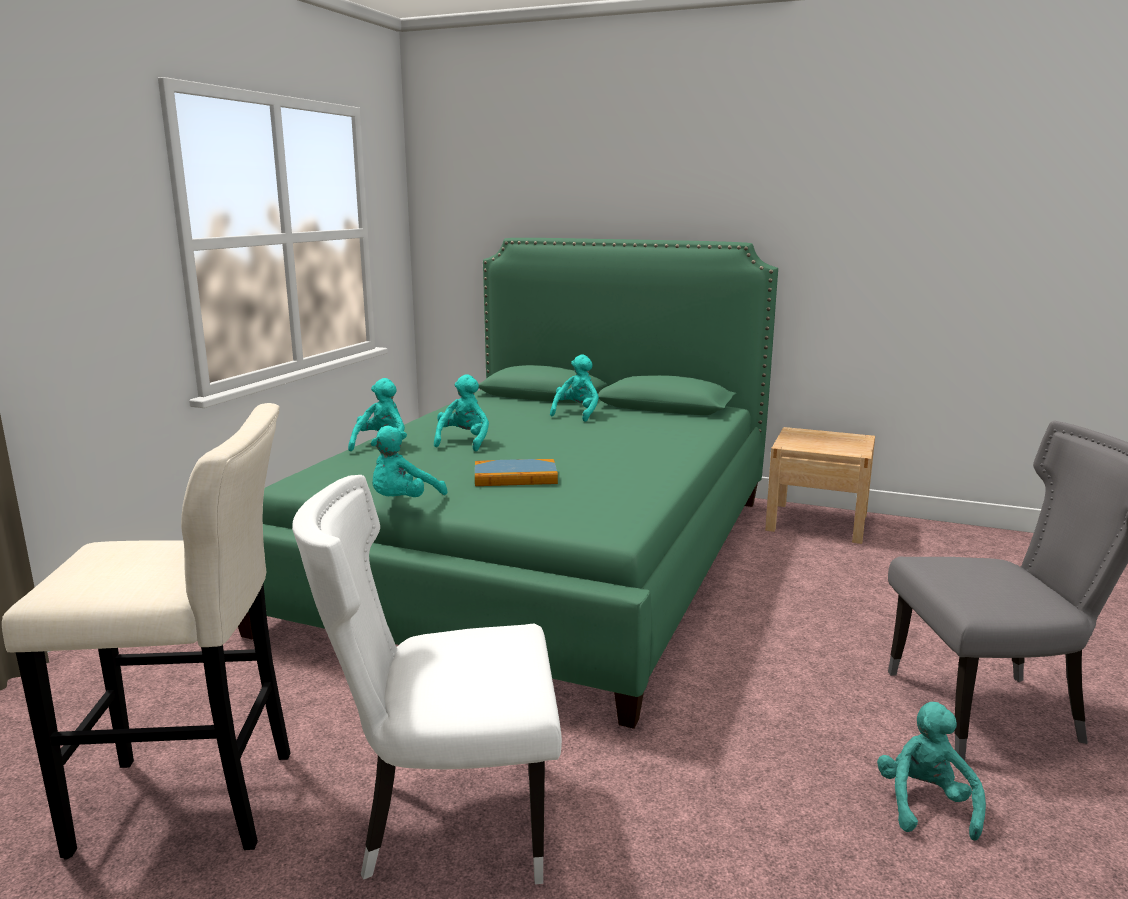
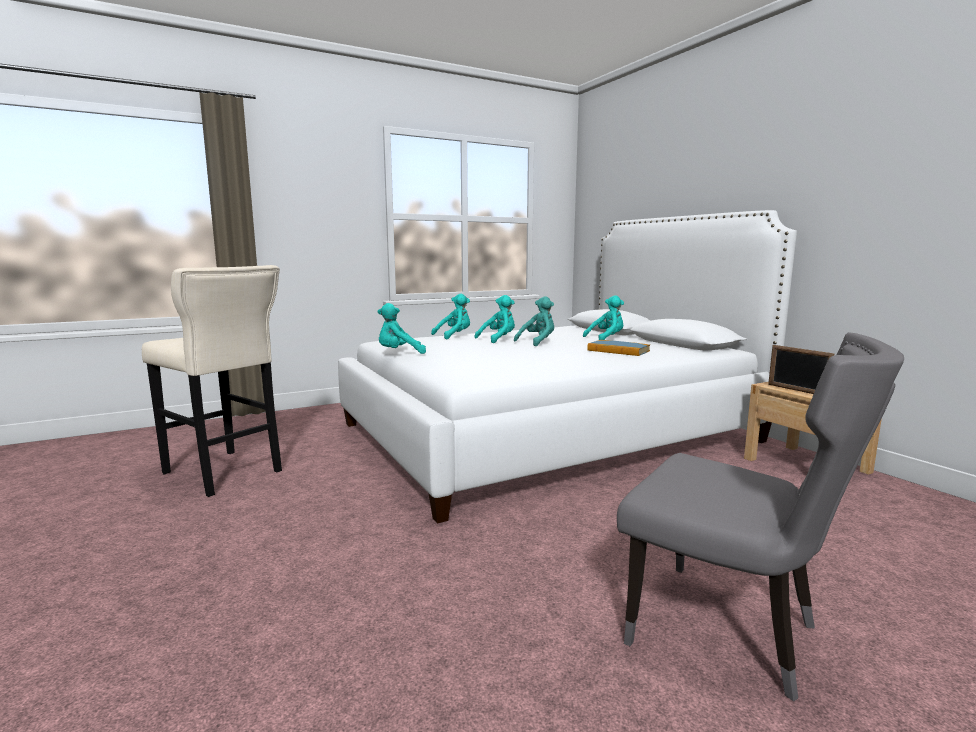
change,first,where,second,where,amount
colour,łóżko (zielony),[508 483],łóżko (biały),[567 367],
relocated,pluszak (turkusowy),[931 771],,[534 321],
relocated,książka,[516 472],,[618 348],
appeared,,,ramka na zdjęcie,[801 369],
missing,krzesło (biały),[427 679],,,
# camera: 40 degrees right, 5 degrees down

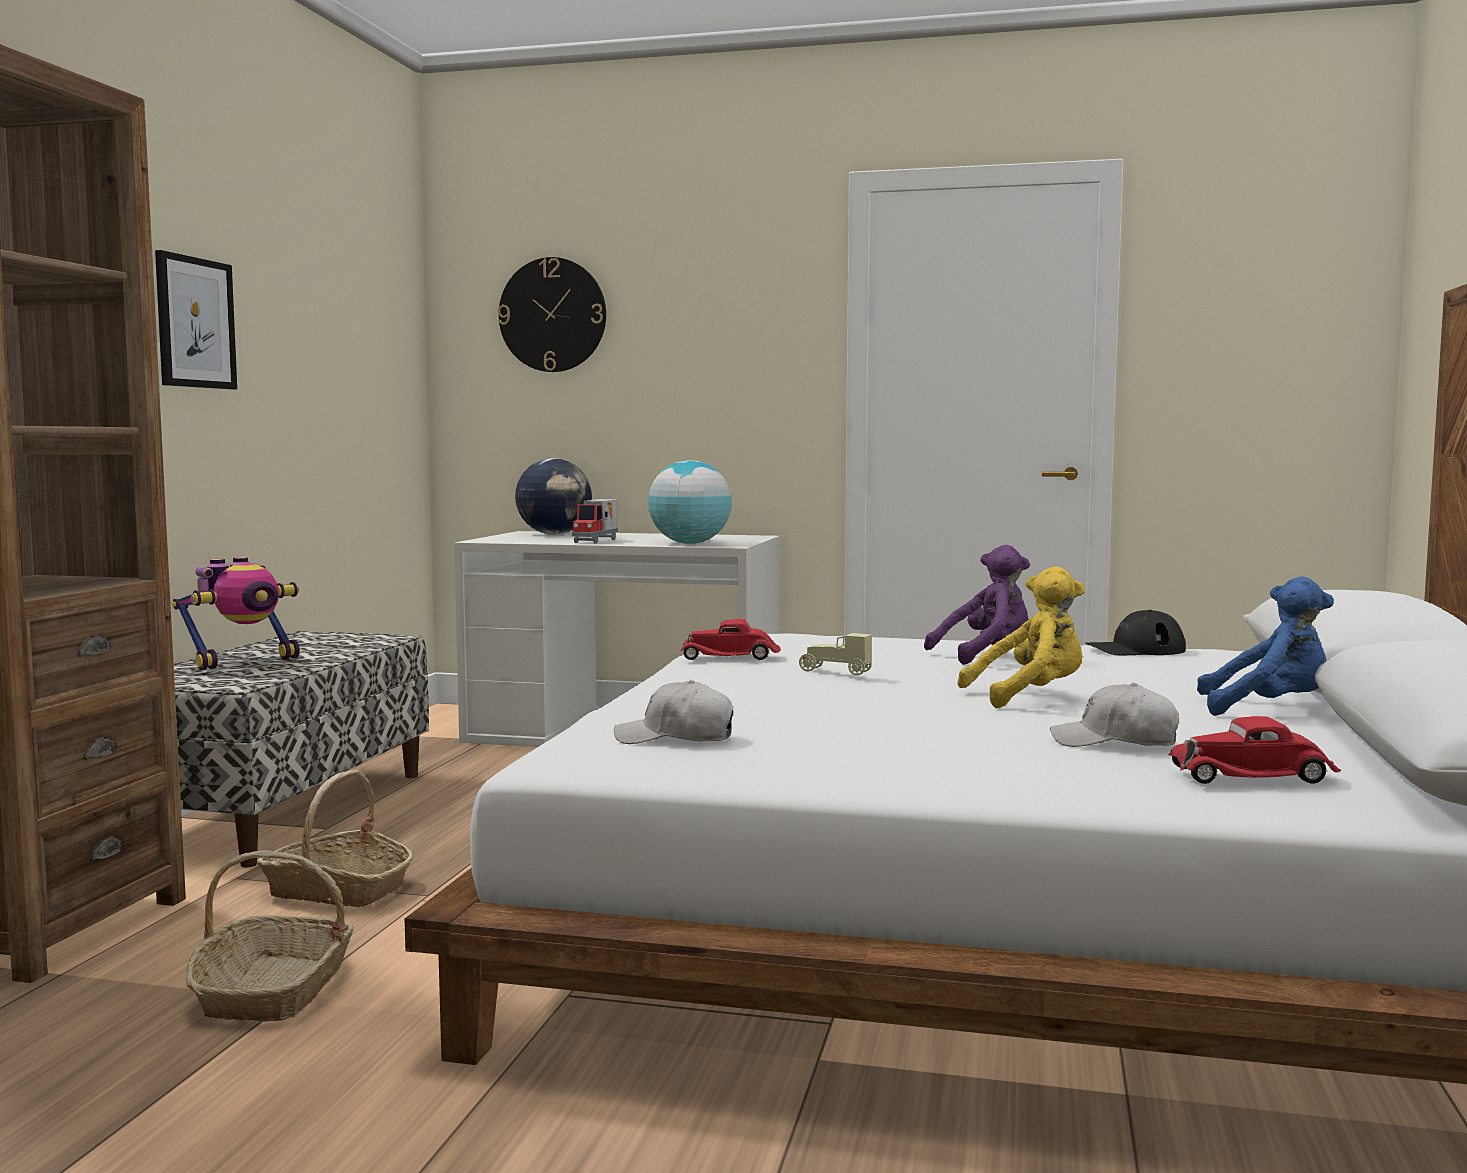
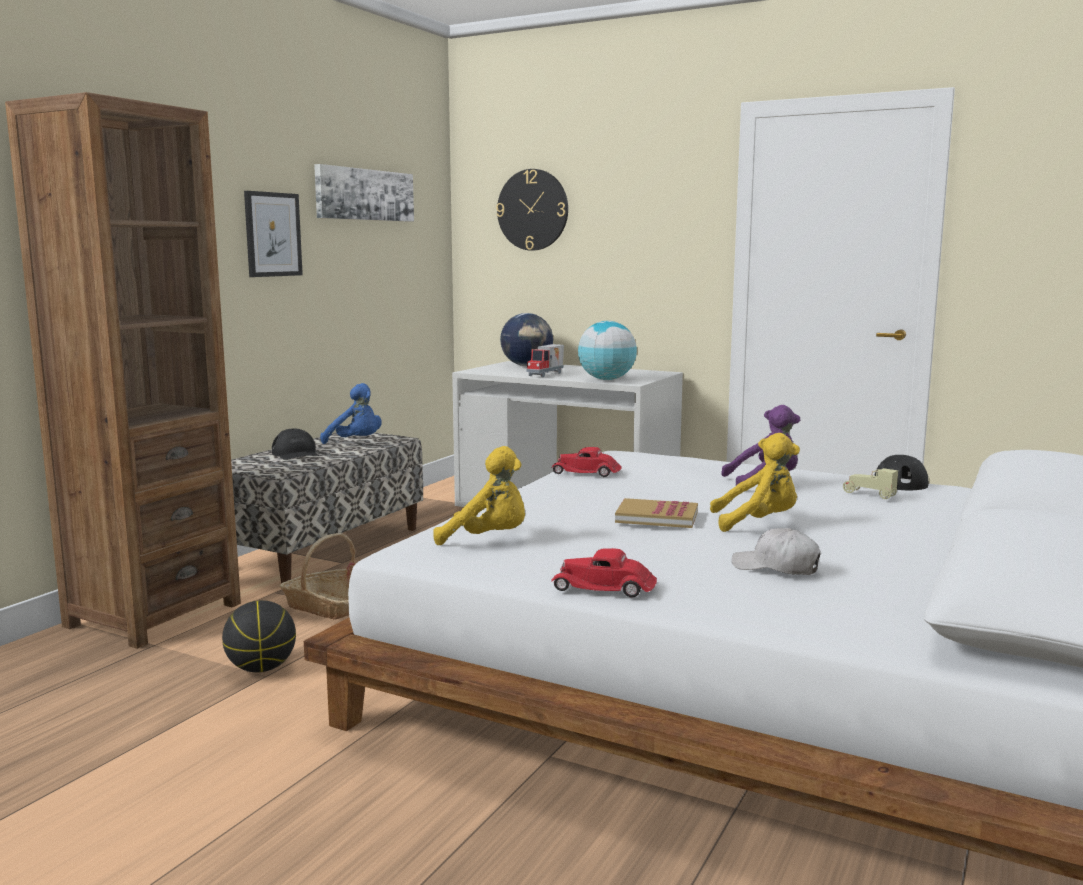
change,first,where,second,where,amount
exchanged,koszyk,[270 936],piłka do koszykówki,[259 636],
exchanged,robot zabawkowy,[236 613],czapka z daszkiem (czarny),[296 444],
appeared,,,obraz,[364 193],
relocated,pluszak (niebieski),[1265 646],,[351 413],
exchanged,czapka z daszkiem (biały),[673 712],pluszak (żółty),[479 495],
relocated,samochodzik (czerwony),[1254 750],,[604 573],
appeared,,,książka,[656 513],
relocated,samochodzik (beżowy),[835 654],,[870 483],
# camera: 15 degrees right, 5 degrees up

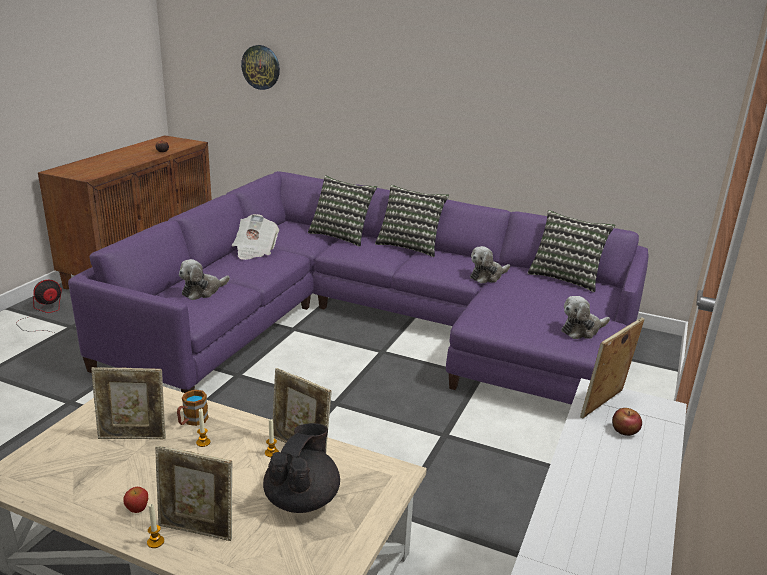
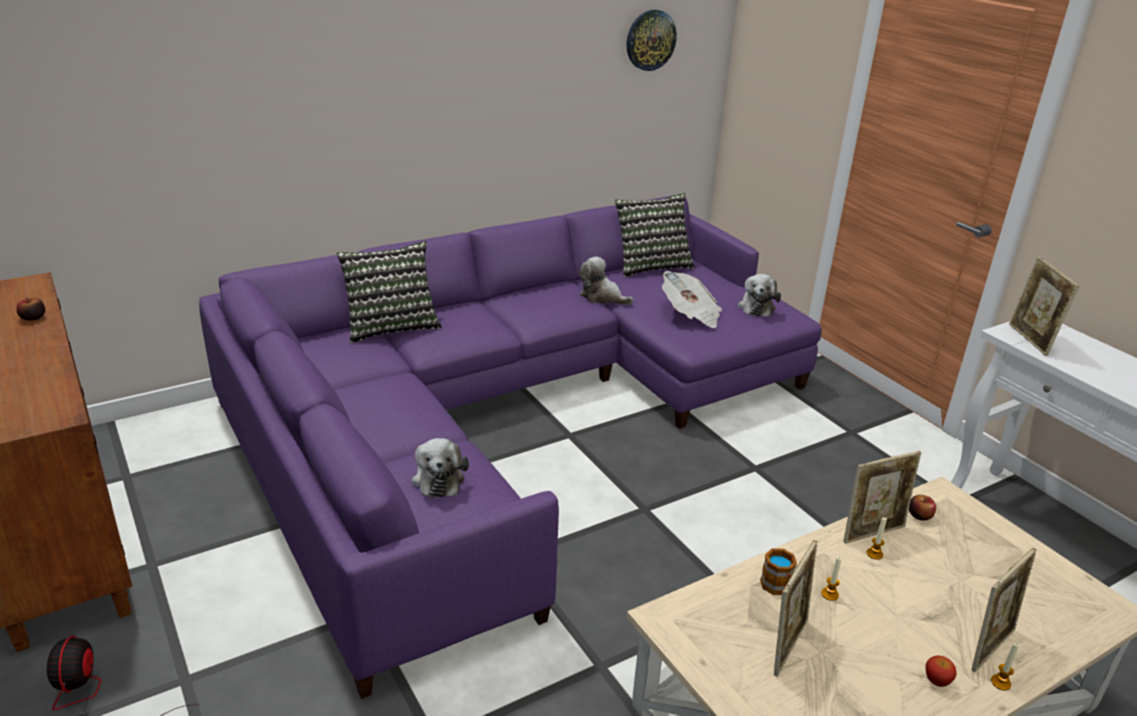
change,first,where,second,where,amount
spun,pluszak,[490 264],,[606 281],120 degrees clockwise
relocated,zegar ścienny,[260 67],,[652 40],
relocated,gazeta,[255 237],,[692 299],
relocated,jabłko,[627 422],,[922 508],
missing,imbryk (czarny),[301 468],,,
missing,poduszka,[412 221],,,
# camera: 55 degrees left, 5 degrees up

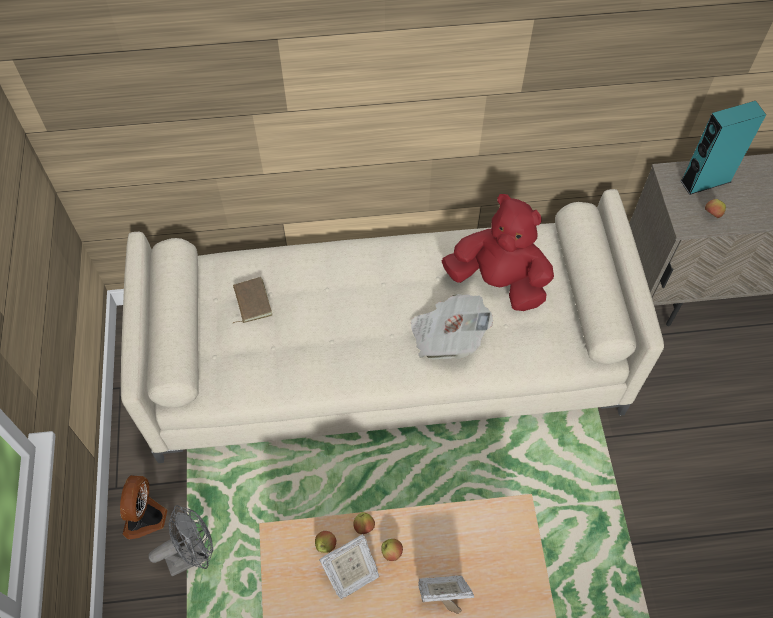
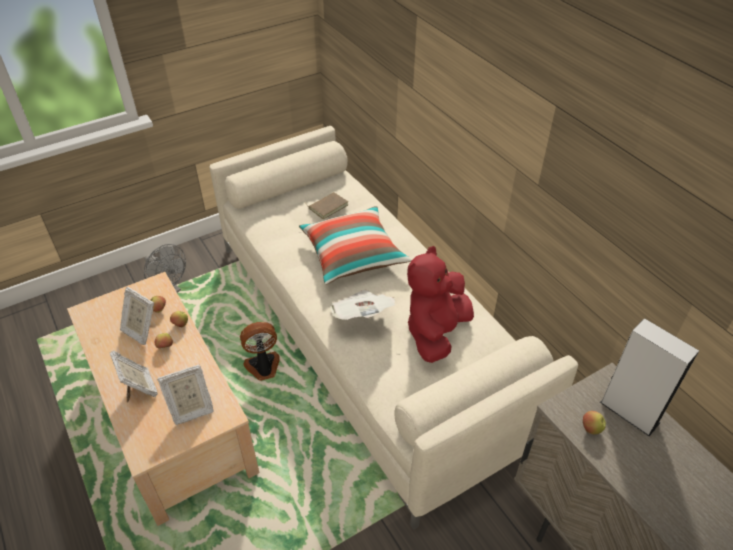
change,first,where,second,where,amount
appeared,,,ramka na zdjęcie,[185 395],
relocated,wentylator,[143 507],,[260 351],
appeared,,,poduszka,[355 245],
spun,pluszak (czerwony),[498 252],,[440 304],150 degrees counterclockwise
colour,głośnik (turkusowy),[723 148],głośnik (szary),[649 377],
# camera: 65 degrees right, 15 degrees down

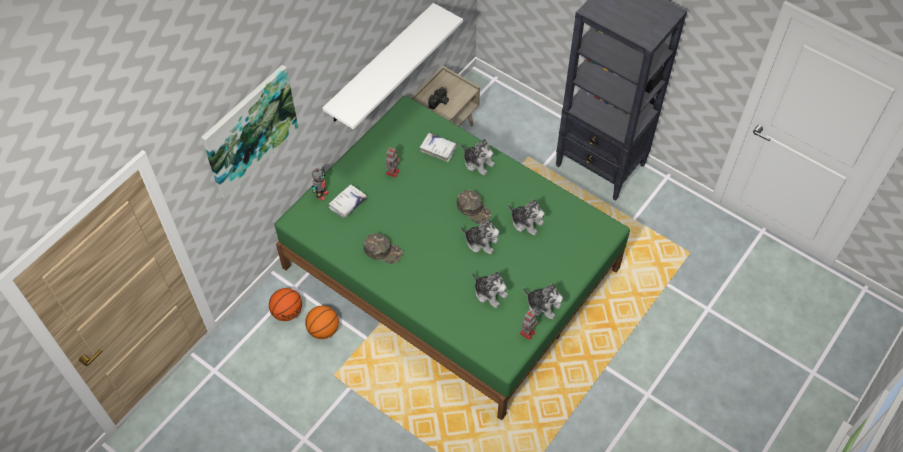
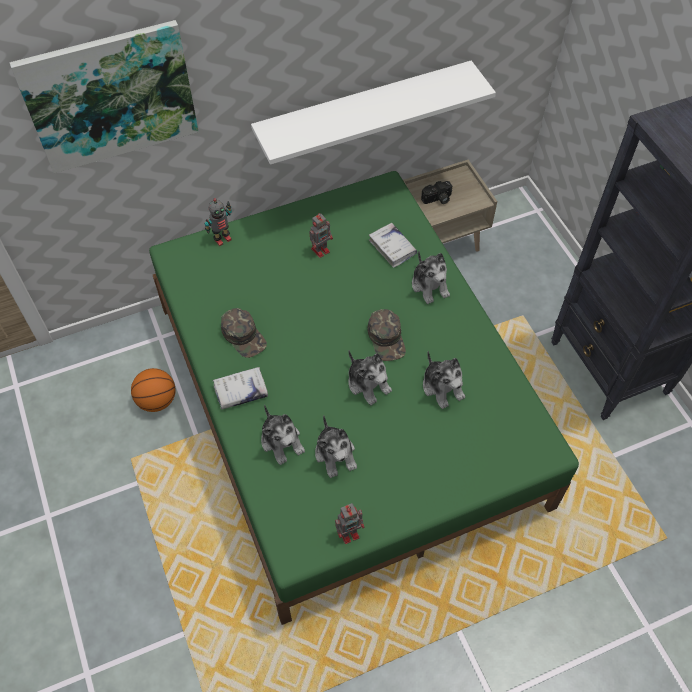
change,first,where,second,where,amount
relocated,książka (biały),[347 201],,[240 388],
relocated,pluszak,[543 302],,[283 435],
missing,piłka do koszykówki,[285 304],,,
# camera: 30 degrees right, 0 degrees up

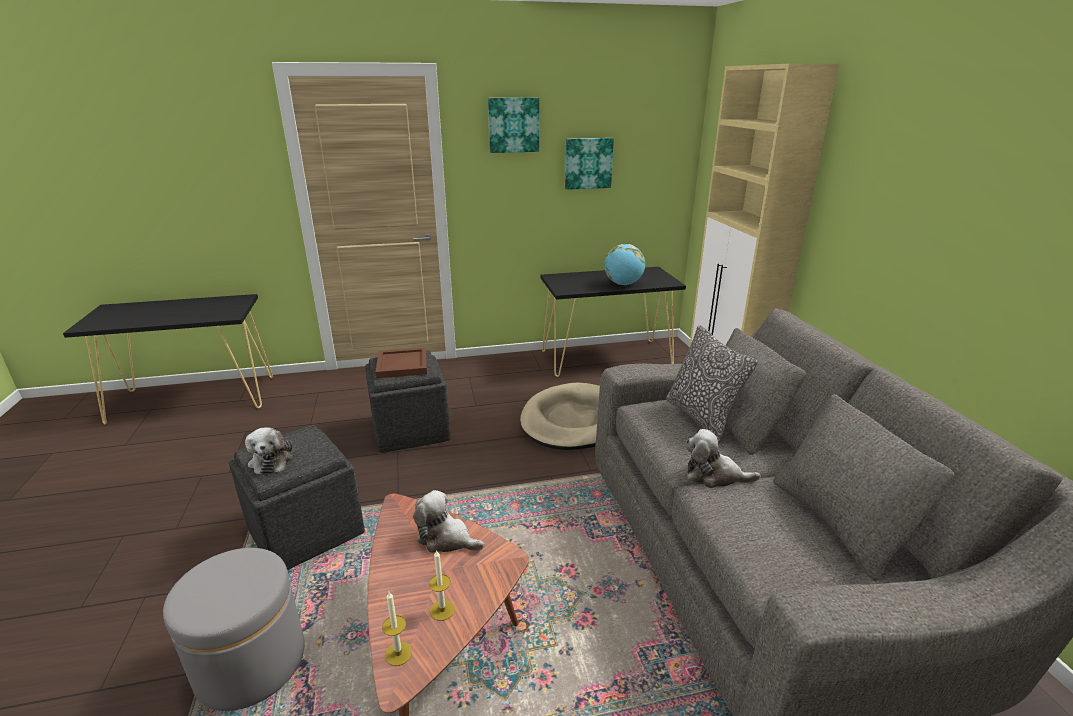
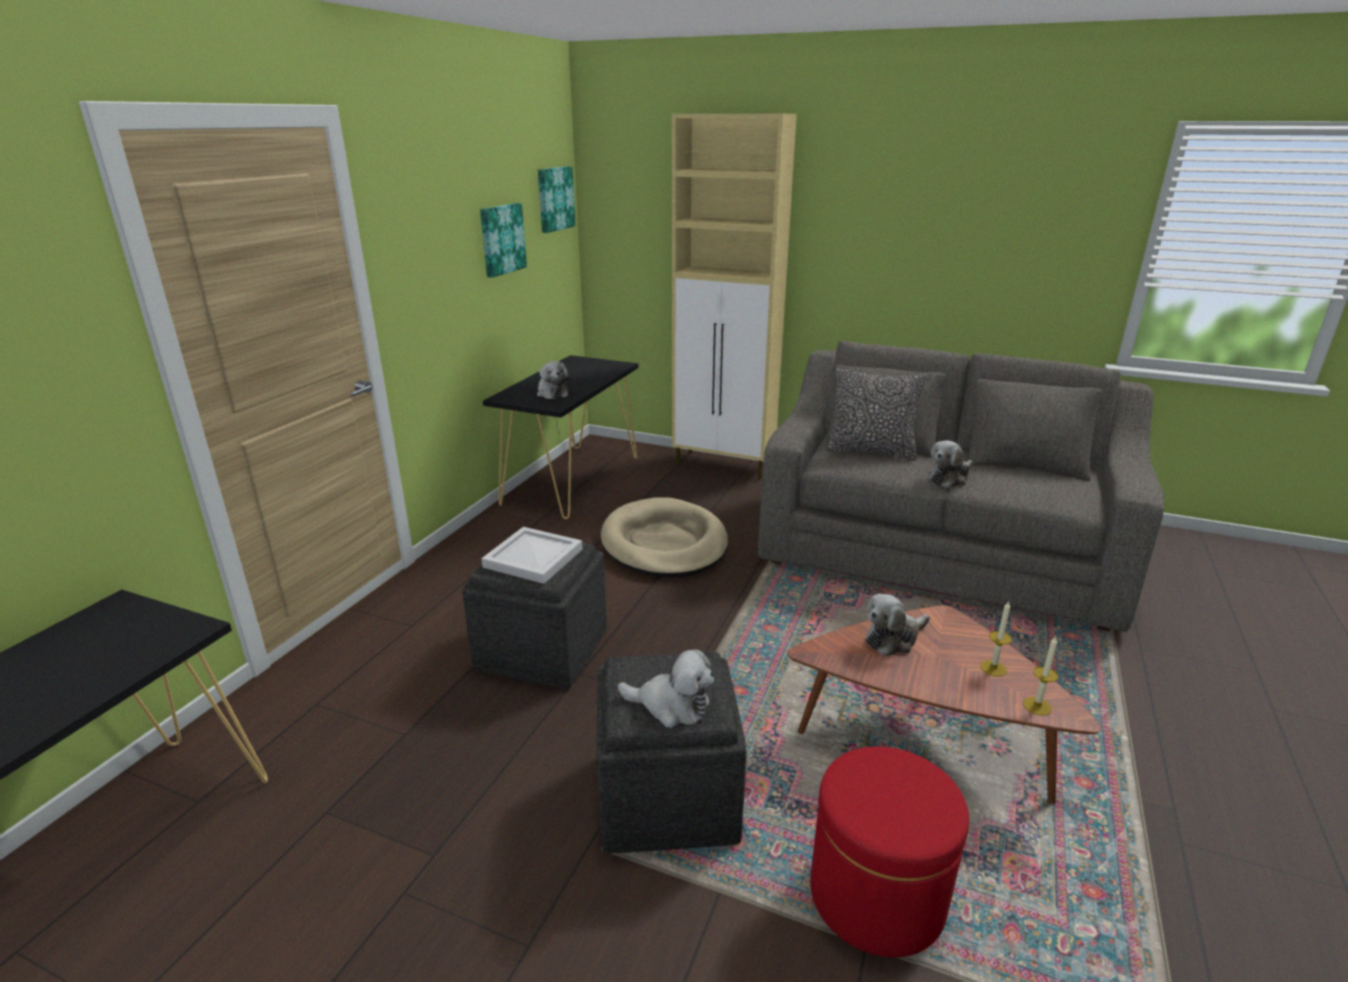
change,first,where,second,where,amount
colour,taca (brązowy),[401 362],taca (biały),[532 555],
appeared,,,pluszak,[554 380],
relocated,obraz,[513 125],,[556 199],
colour,pufa (szary),[234 629],pufa (czerwony),[889 852],
missing,globus,[624 264],,,
# camera: 55 degrees left, 0 degrees up

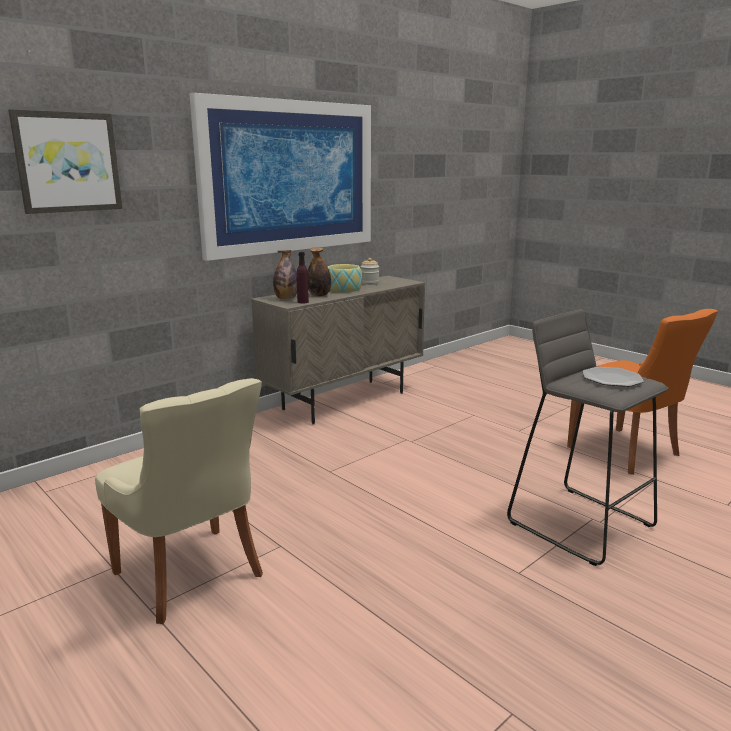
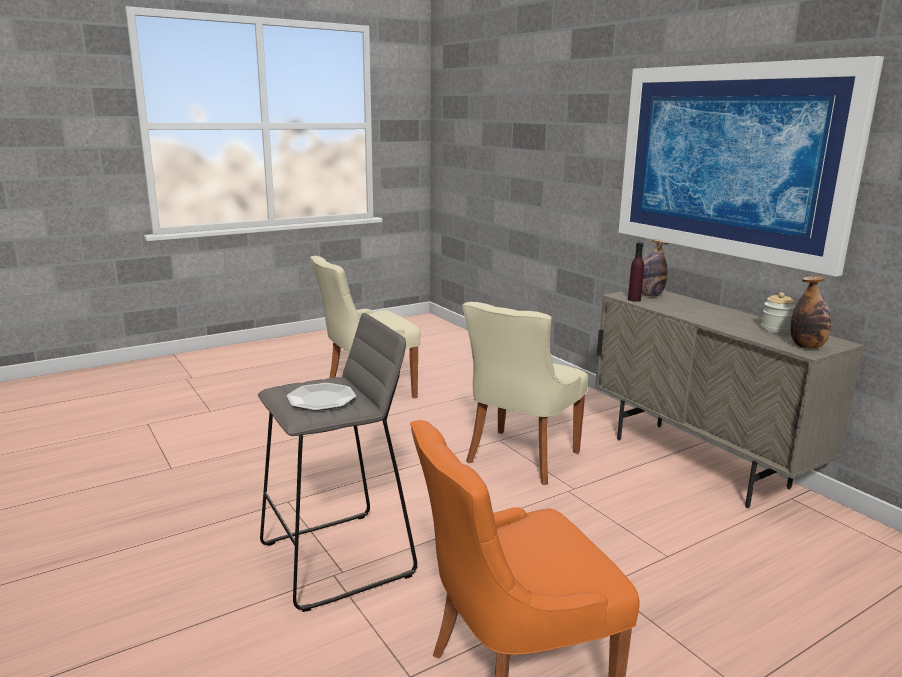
change,first,where,second,where,amount
appeared,,,krzesło (beżowy),[525 393],
relocated,butelka,[319 271],,[810 312],
missing,obraz,[65 161],,,
missing,miska,[345 278],,,
# camera: 100 degrees right, 0 degrees up

